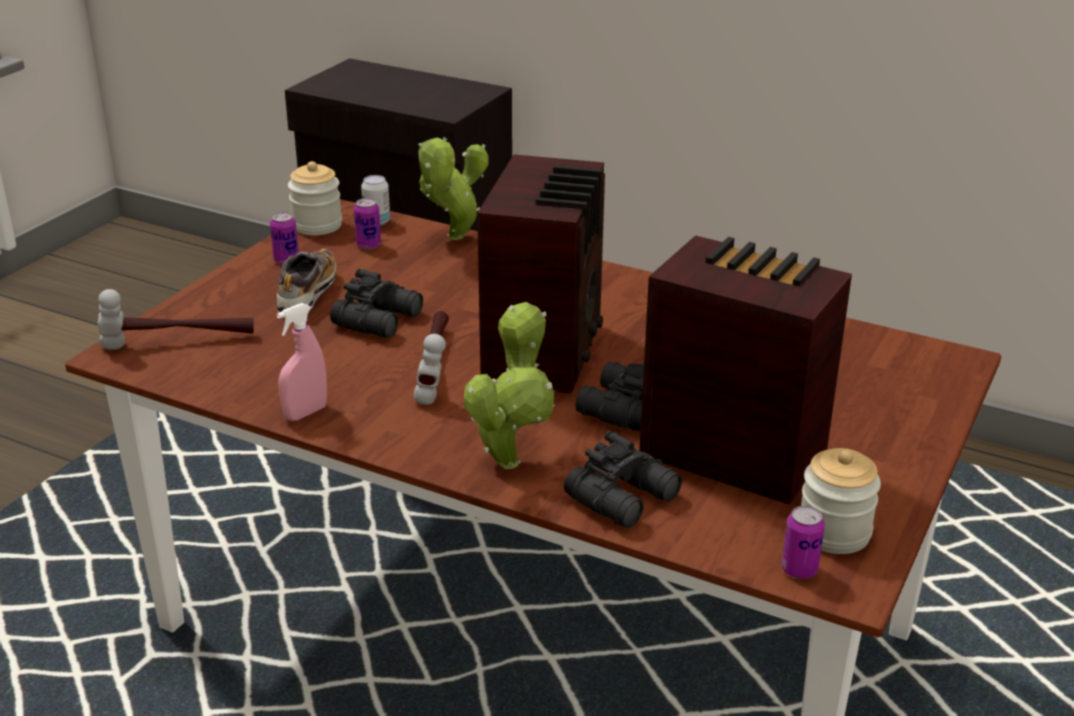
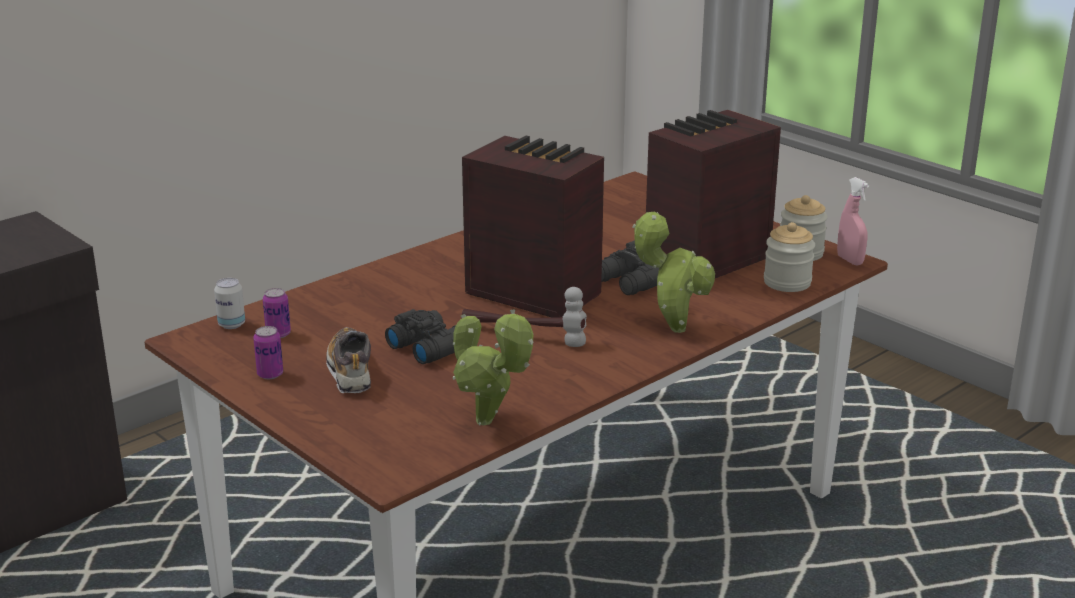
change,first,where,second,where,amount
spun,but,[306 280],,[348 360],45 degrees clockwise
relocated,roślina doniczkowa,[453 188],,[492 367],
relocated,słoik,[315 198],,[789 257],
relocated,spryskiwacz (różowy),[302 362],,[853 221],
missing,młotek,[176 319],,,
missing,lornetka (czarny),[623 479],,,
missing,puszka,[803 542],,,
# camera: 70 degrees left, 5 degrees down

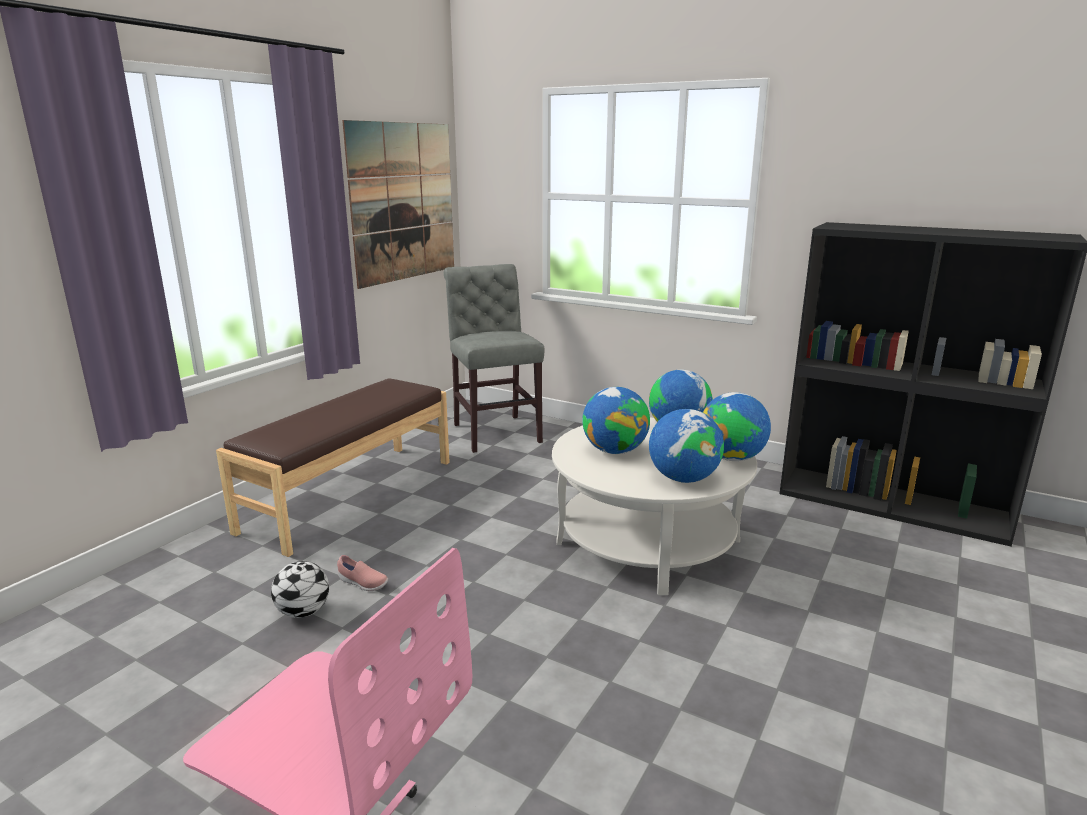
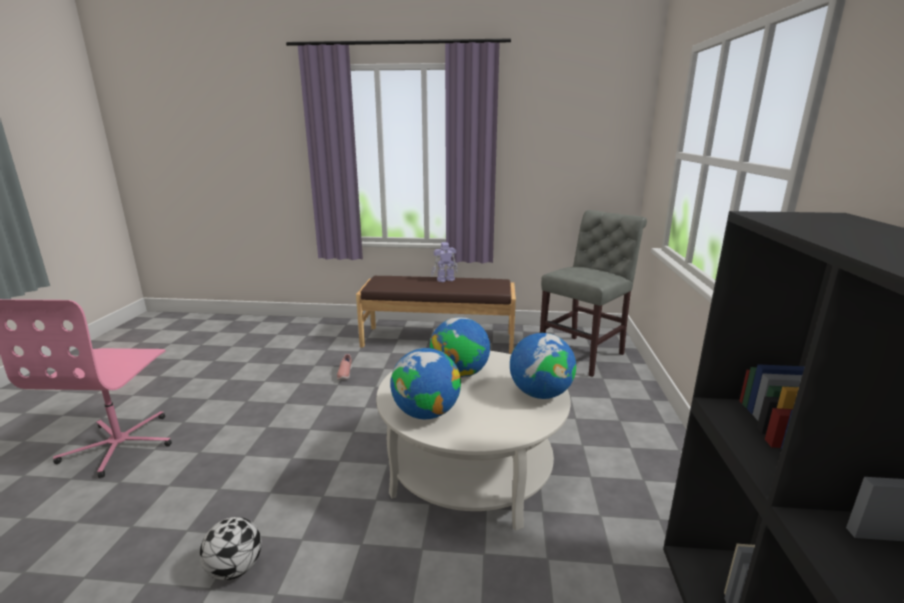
change,first,where,second,where,amount
relocated,piłka futbolowa,[300 589],,[231 548],
appeared,,,robot zabawkowy,[444 262],
missing,obraz,[398 204],,,
missing,globus,[737 426],,,
# camera: 65 degrees right, 0 degrees up

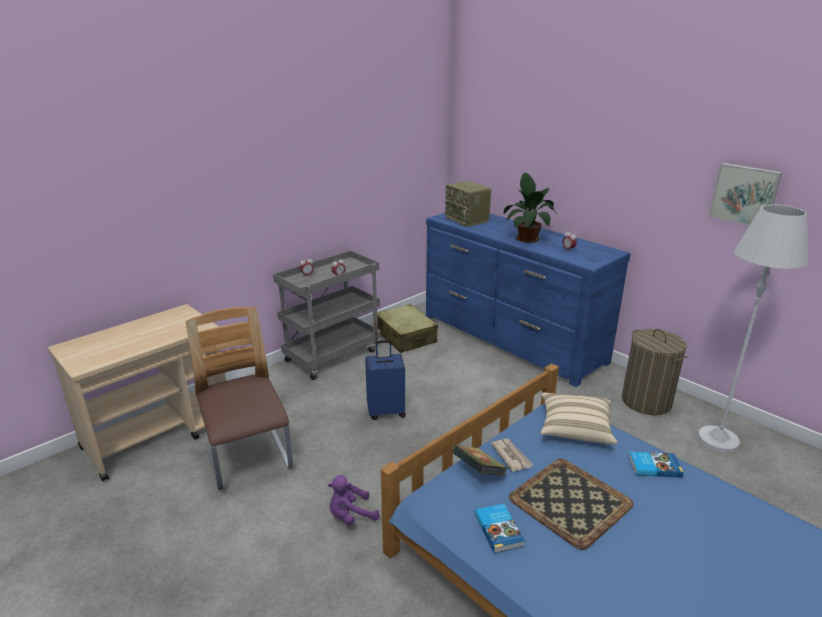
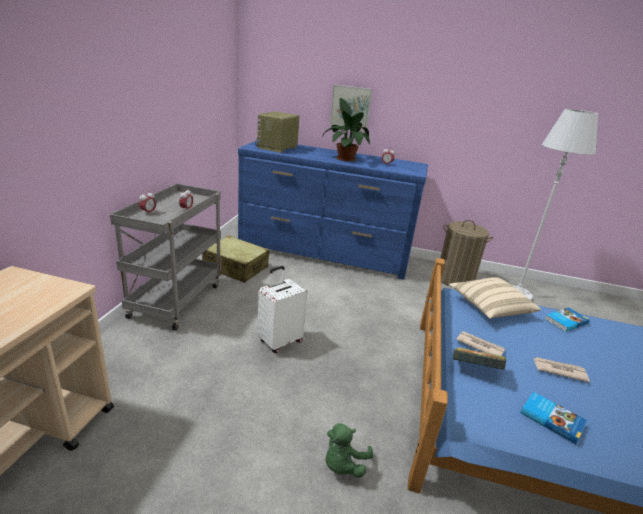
change,first,where,second,where,amount
spun,radio,[468 204],,[277 132],90 degrees clockwise
colour,walizka (niebieski),[385 380],walizka (biały),[282 309],
colour,pluszak (fioletowy),[353 500],pluszak (zielony),[349 450],
relocated,obraz,[745 194],,[351 107],
exchanged,taca,[571 504],gazeta,[562 369],
missing,krzesło,[239 399],,,
# camera: 35 degrees left, 0 degrees up

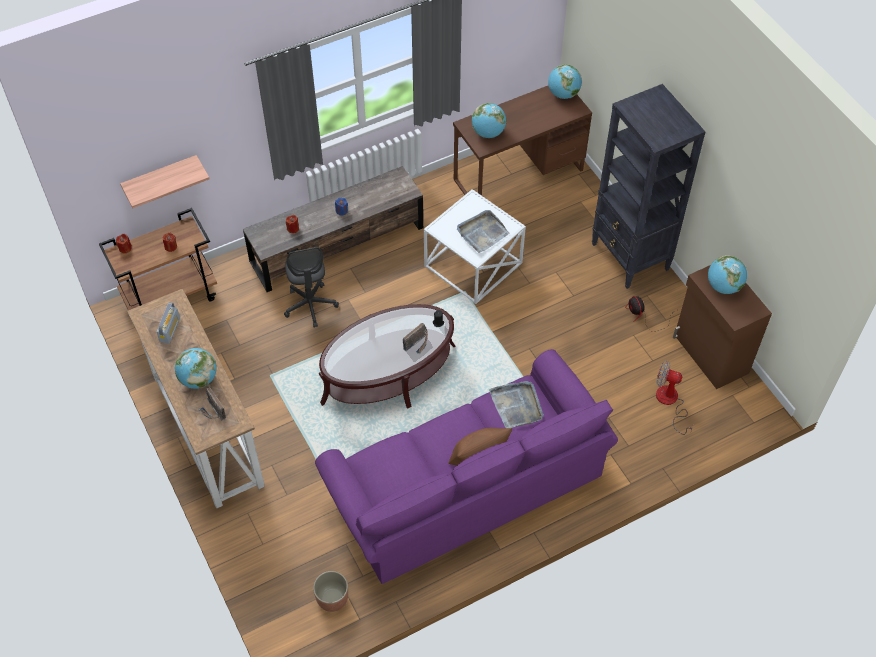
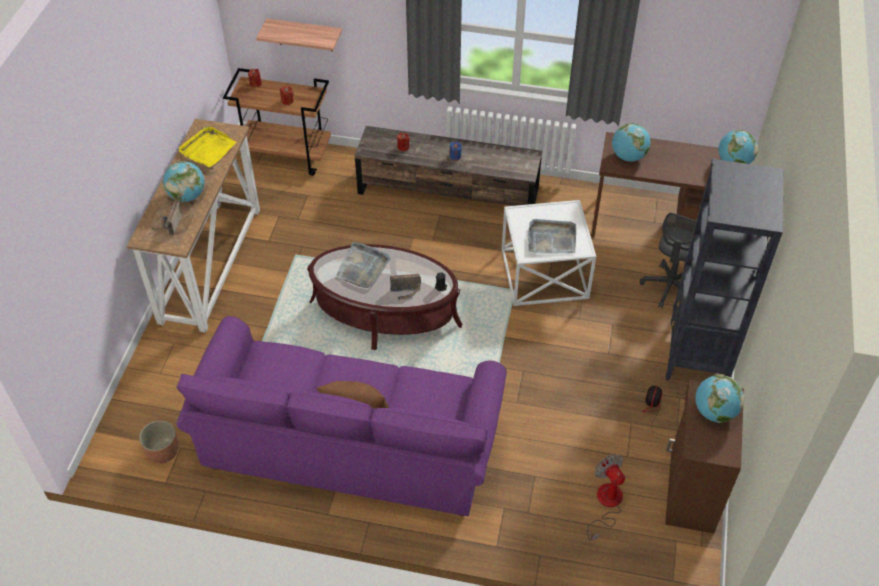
change,first,where,second,where,amount
exchanged,radio,[168 323],taca (żółty),[207 146],
relocated,taca (szary),[516 404],,[362 265],
relocated,krzesło biurowe (szary),[311 287],,[668 260],
# camera: 40 degrees right, 5 degrees down

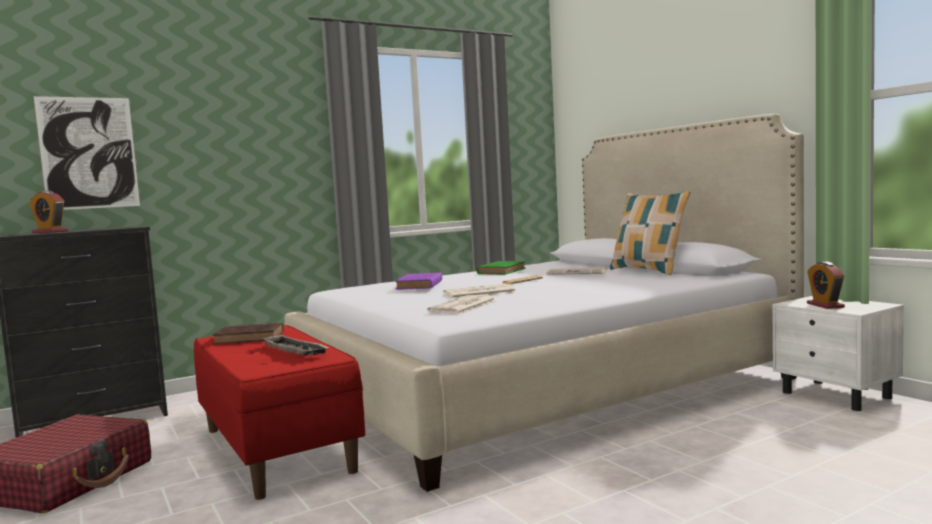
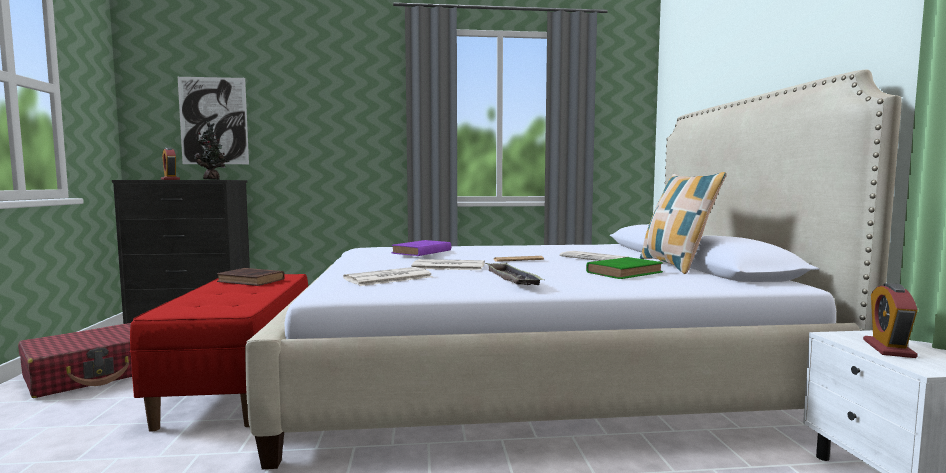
change,first,where,second,where,amount
appeared,,,roślina doniczkowa,[211 150],
relocated,taca,[295 345],,[514 273],
relocated,książka (zielony),[501 268],,[624 268],
# camera: 25 degrees right, 0 degrees up

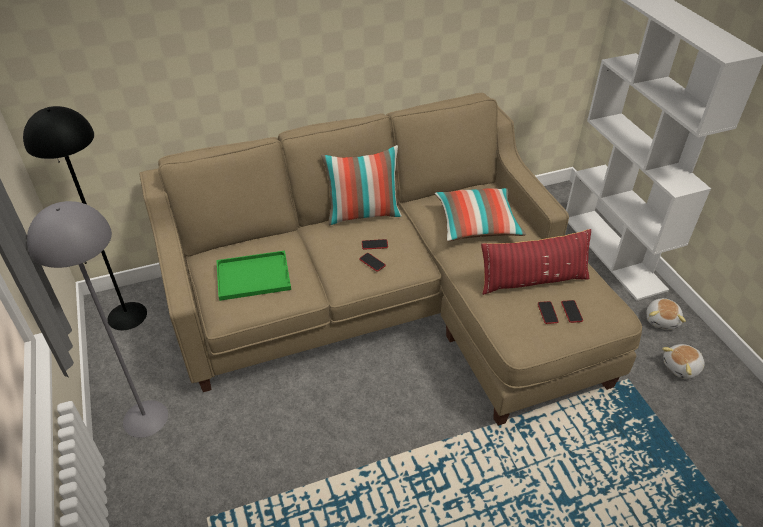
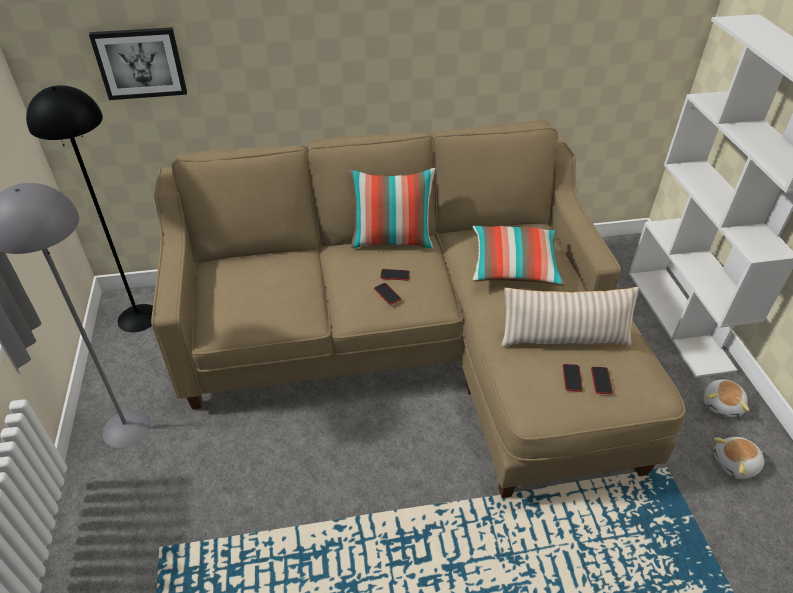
change,first,where,second,where,amount
appeared,,,obraz,[138 63],
colour,poduszka (czerwony),[536 262],poduszka (beżowy),[570 317],
missing,taca (zielony),[253 275],,,
# camera: 10 degrees right, 0 degrees up

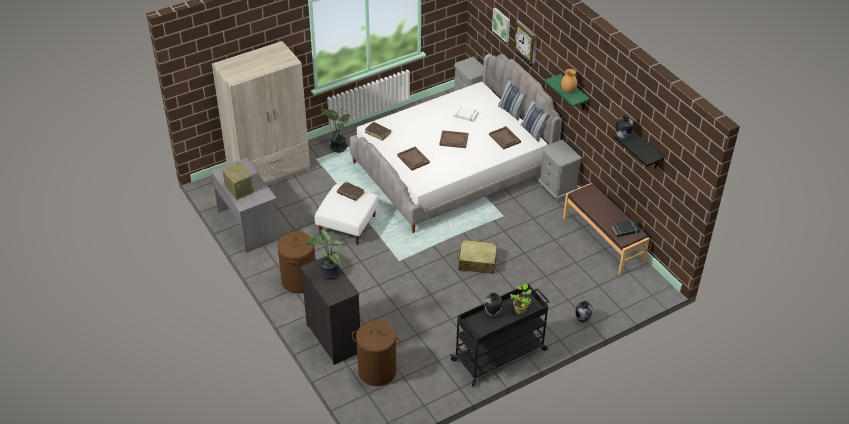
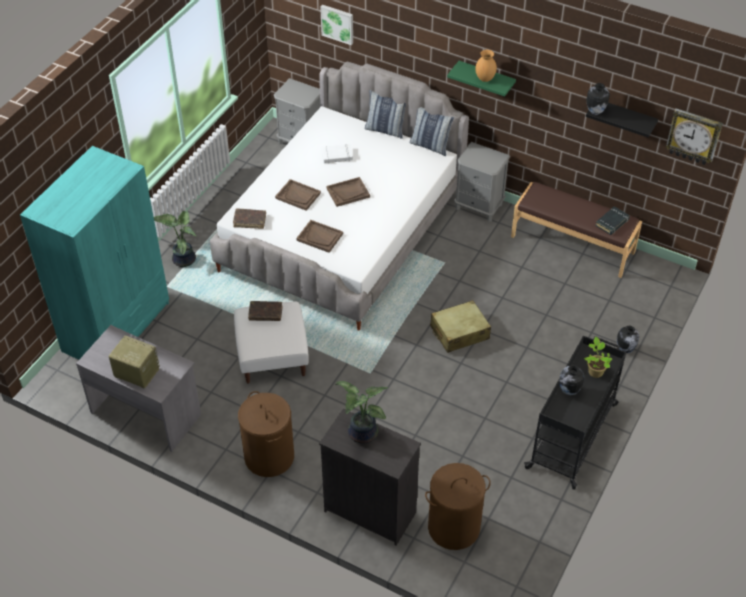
change,first,where,second,where,amount
colour,szafa (beżowy),[261 113],szafa (turkusowy),[94 253],
relocated,taca (brązowy),[505 138],,[298 195],
relocated,zegar ścienny,[525 43],,[694 136],
# camera: 30 degrees left, 5 degrees up

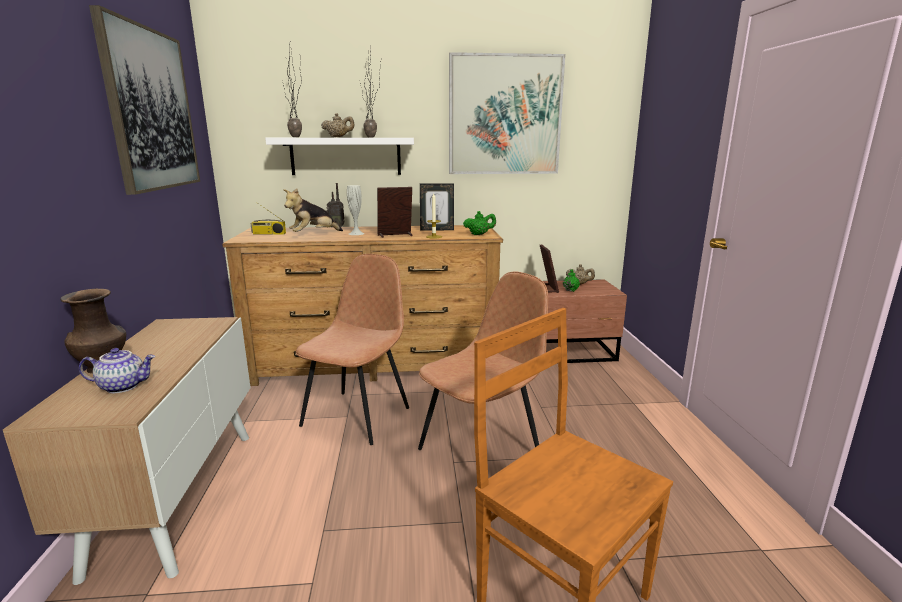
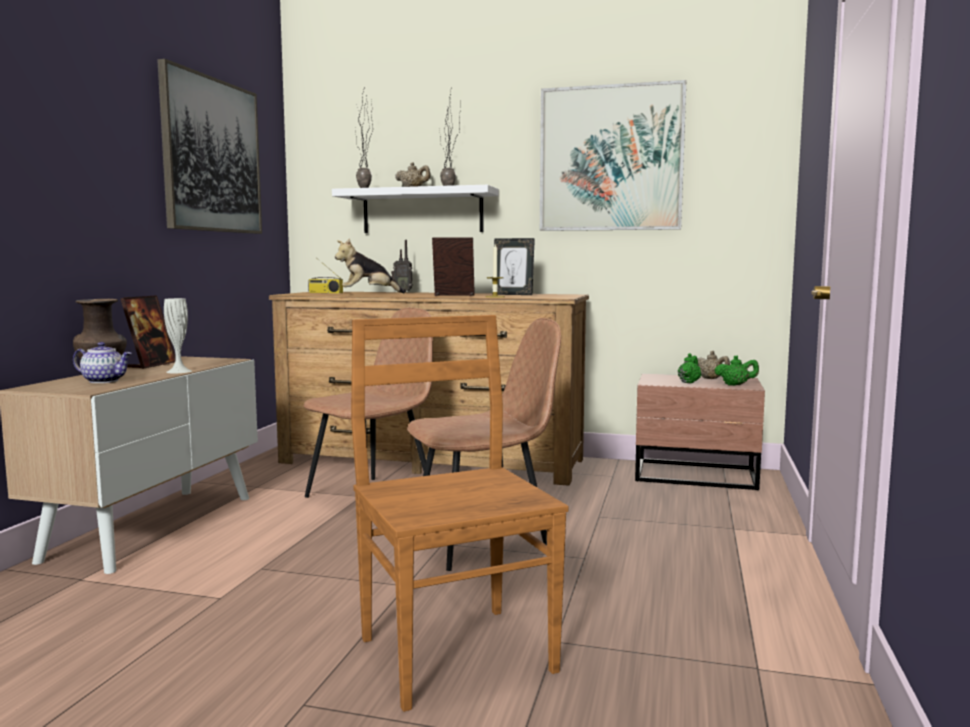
change,first,where,second,where,amount
relocated,ramka na zdjęcie,[549 268],,[148 332],
relocated,wazon (biały),[355 210],,[178 335],
relocated,imbryk (zielony),[479 223],,[736 370],
# camera: 20 degrees right, 10 degrees down

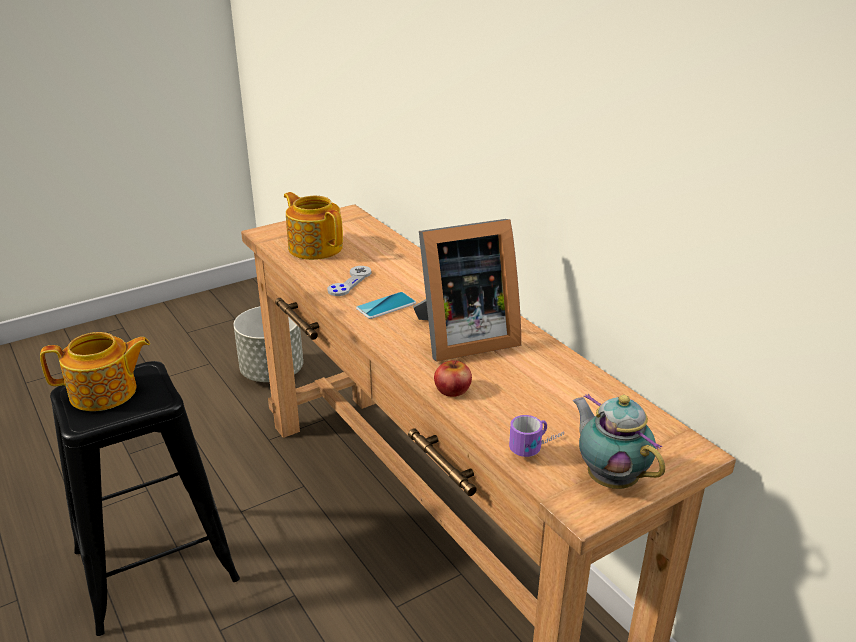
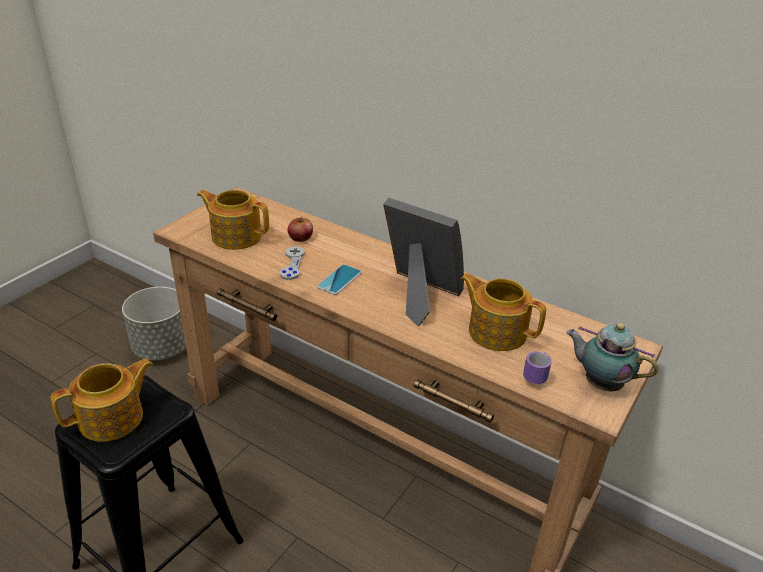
change,first,where,second,where,amount
relocated,jabłko,[453 378],,[300 229],
spun,ramka na zdjęcie,[467 290],,[423 261],105 degrees counterclockwise
appeared,,,imbryk,[503 312],
# camera: 25 degrees left, 5 degrees up

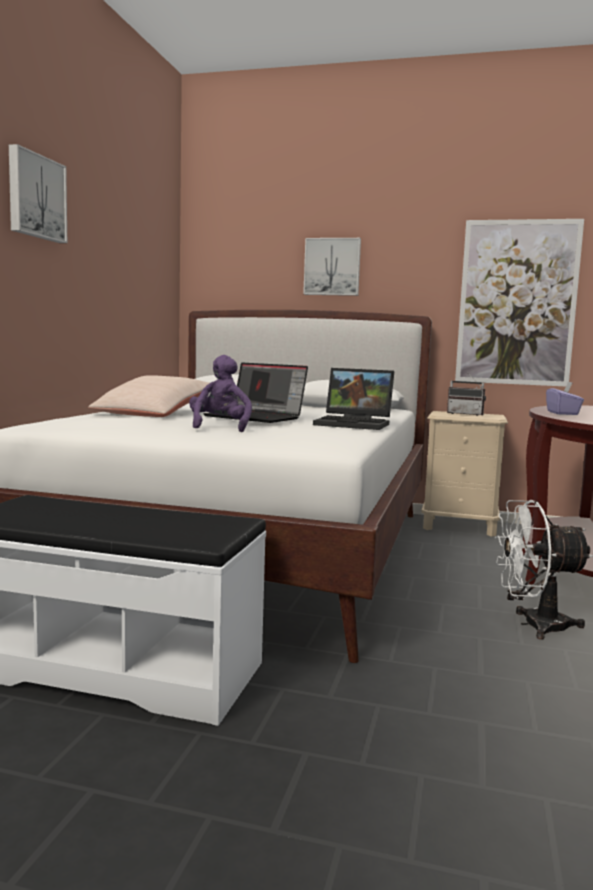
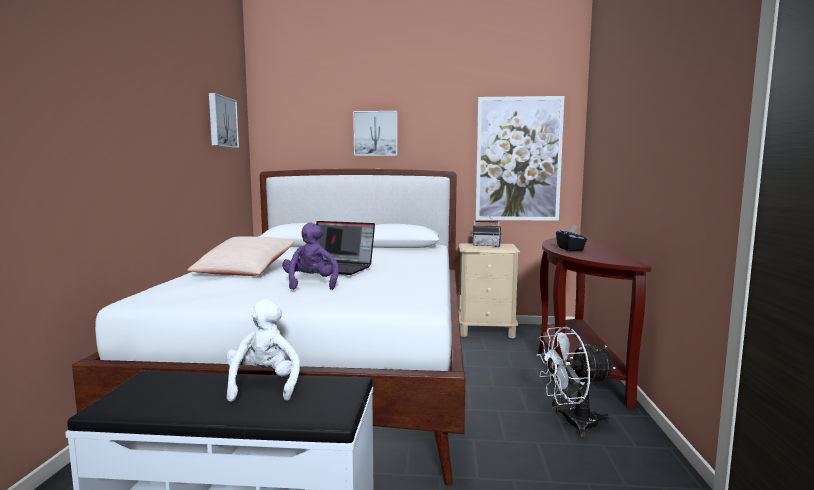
change,first,where,second,where,amount
relocated,obraz,[38 193],,[224 120],
appeared,,,pluszak (biały),[263 350],
colour,pudełko chusteczek (fioletowy),[565 398],pudełko chusteczek (czarny),[571 237],
missing,laptop,[353 399],,,
# camera: 10 degrees left, 0 degrees up

